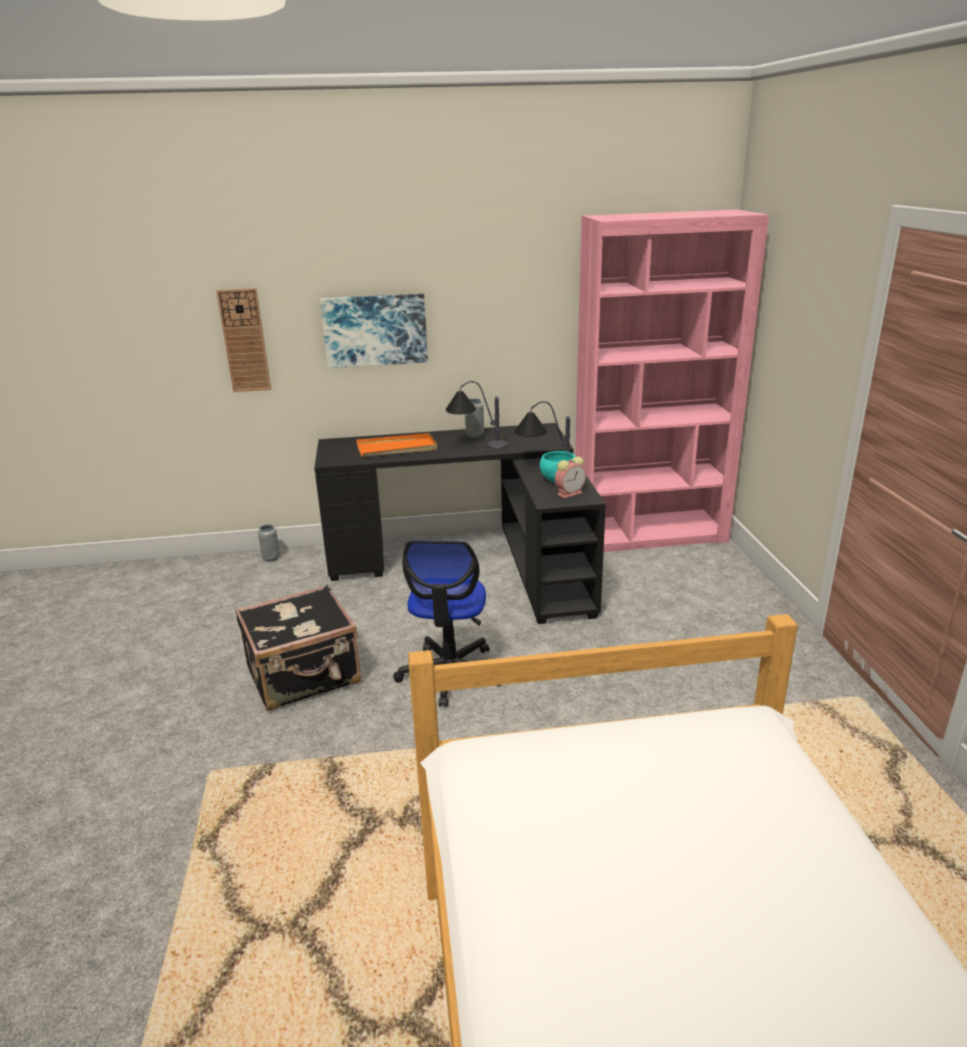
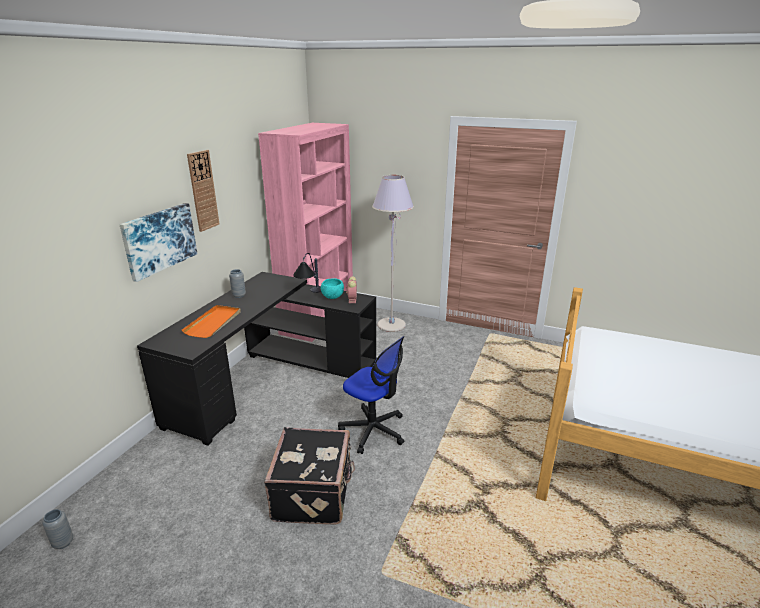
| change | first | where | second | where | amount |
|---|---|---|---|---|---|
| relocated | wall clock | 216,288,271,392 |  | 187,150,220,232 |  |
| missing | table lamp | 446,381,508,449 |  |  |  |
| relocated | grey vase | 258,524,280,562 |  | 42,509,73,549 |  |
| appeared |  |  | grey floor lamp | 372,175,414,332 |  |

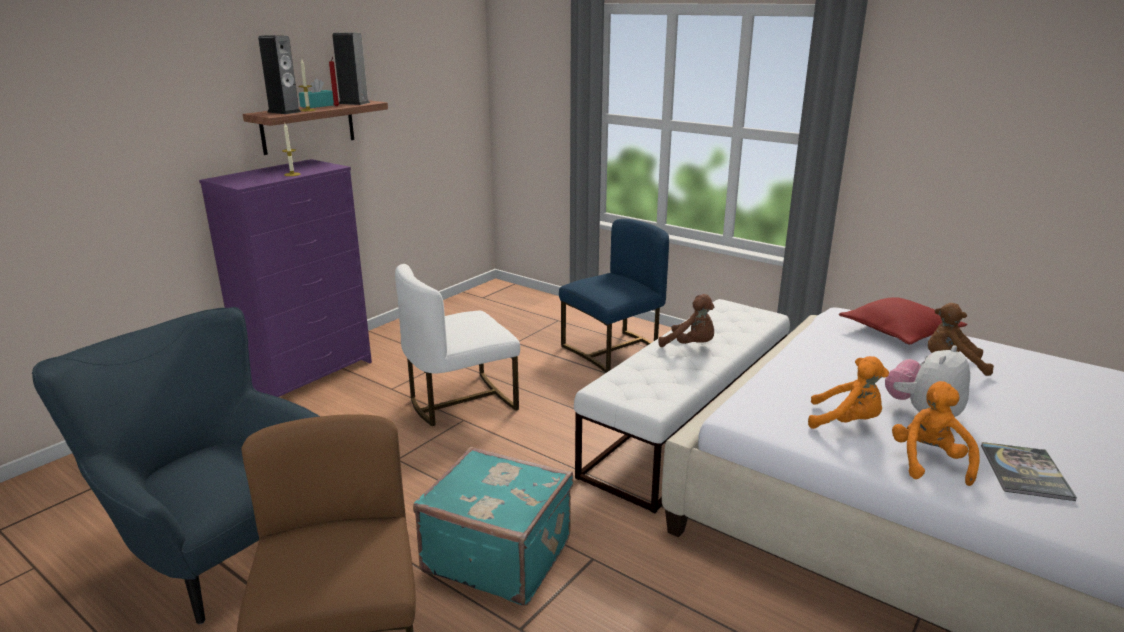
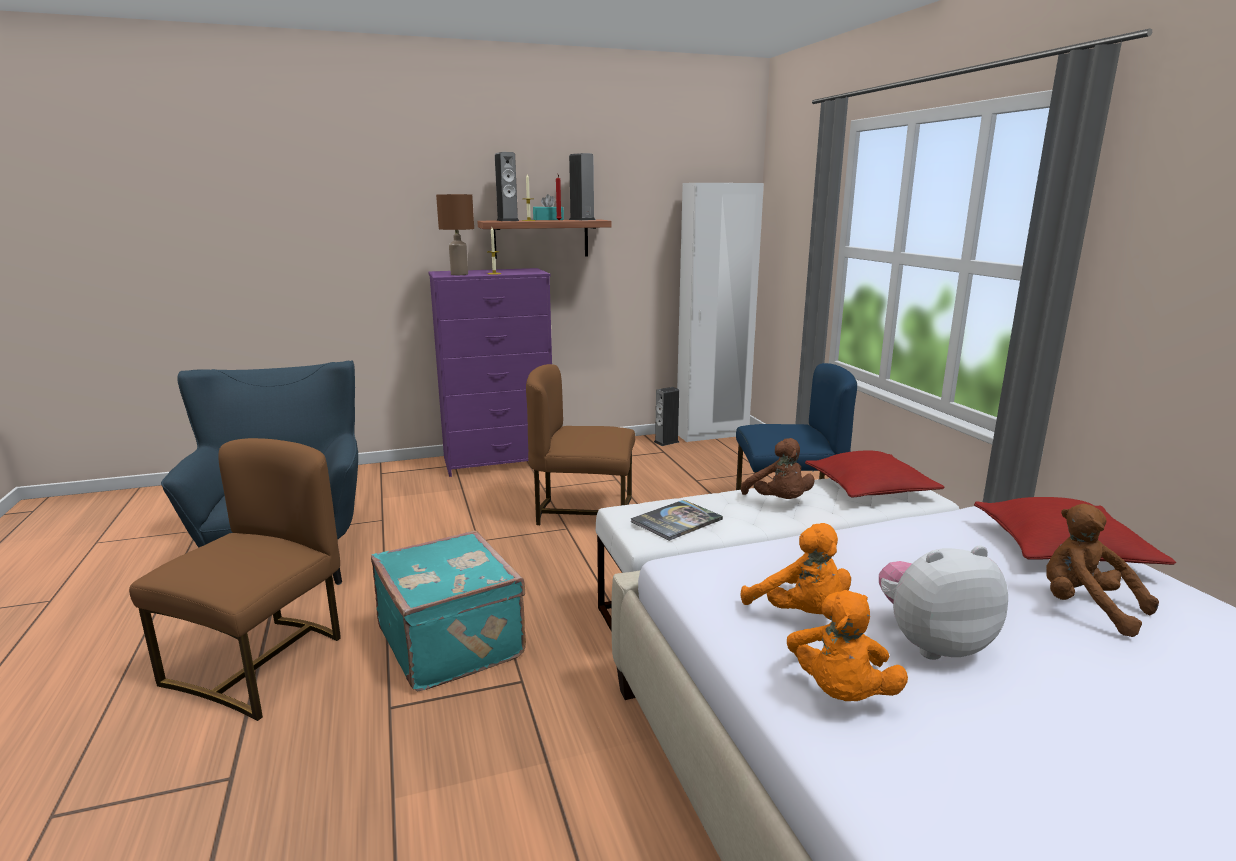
| change | first | where | second | where | amount |
|---|---|---|---|---|---|
| colour | white chair | 395,264,520,426 | brown chair | 526,364,635,525 |  |
| spun | orange plush toy | 892,381,980,486 |  | 787,590,908,701 | 150 degrees clockwise |
| relocated | book | 981,442,1077,501 |  | 630,500,723,541 |  |
| appeared |  |  | white wardrobe | 677,183,764,442 |  |
| appeared |  |  | brown table lamp | 436,194,474,275 |  |
| appeared |  |  | speaker | 654,387,679,446 |  |
| appeared |  |  | red pillow | 805,450,945,498 |  |

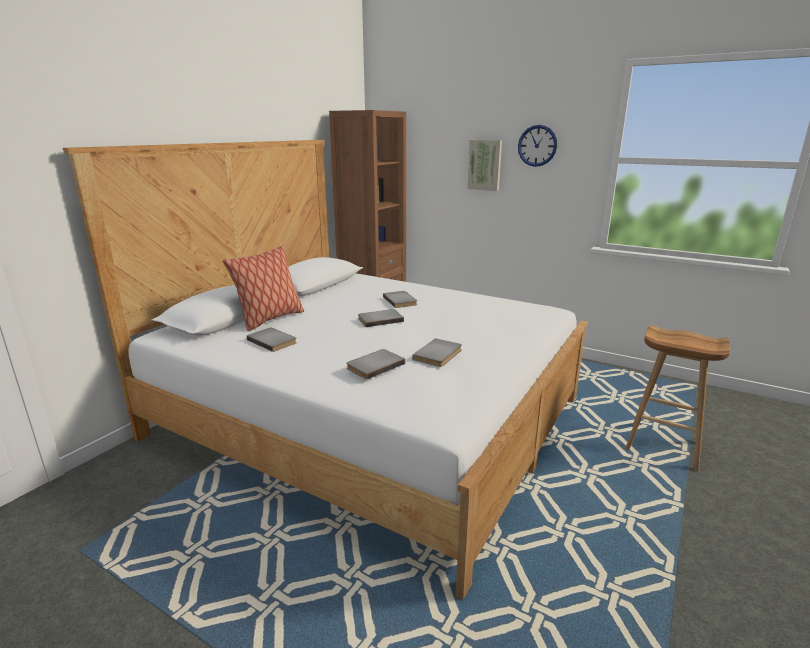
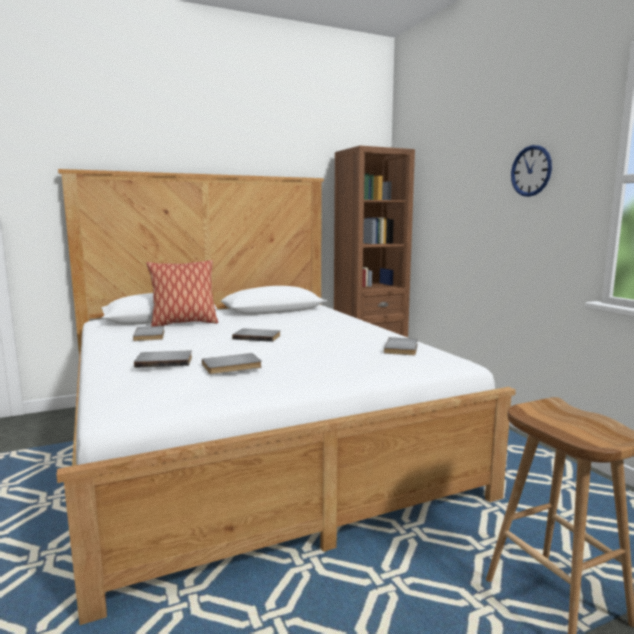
| change | first | where | second | where | amount |
|---|---|---|---|---|---|
| missing | picture | 467,140,502,191 |  |  |  |
| relocated | grey book | 383,291,417,308 |  | 384,337,418,355 |  |

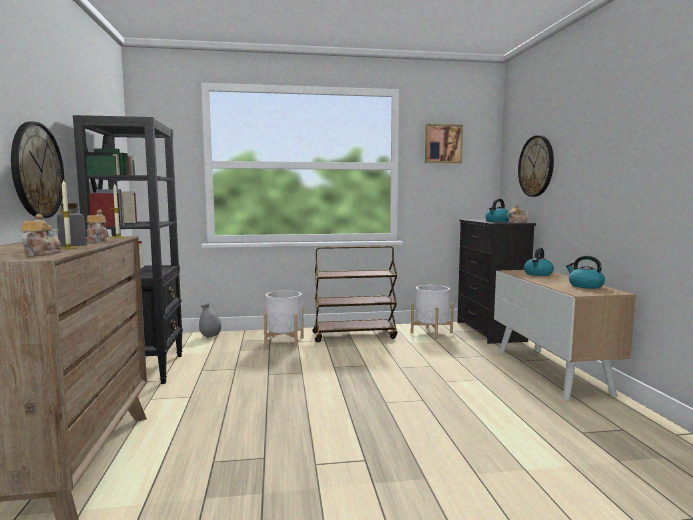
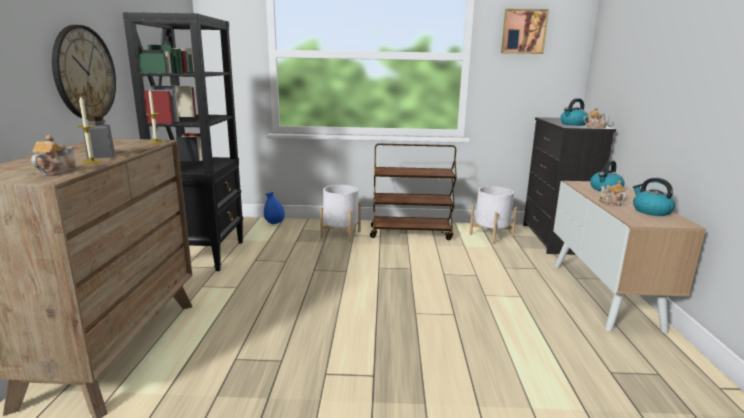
| change | first | where | second | where | amount |
|---|---|---|---|---|---|
| missing | wall clock | 518,135,554,197 |  |  |  |
| relocated | teapot | 87,210,108,242 |  | 599,180,627,206 |  |
| colour | grey vase | 199,303,221,337 | blue vase | 264,192,285,224 |  |

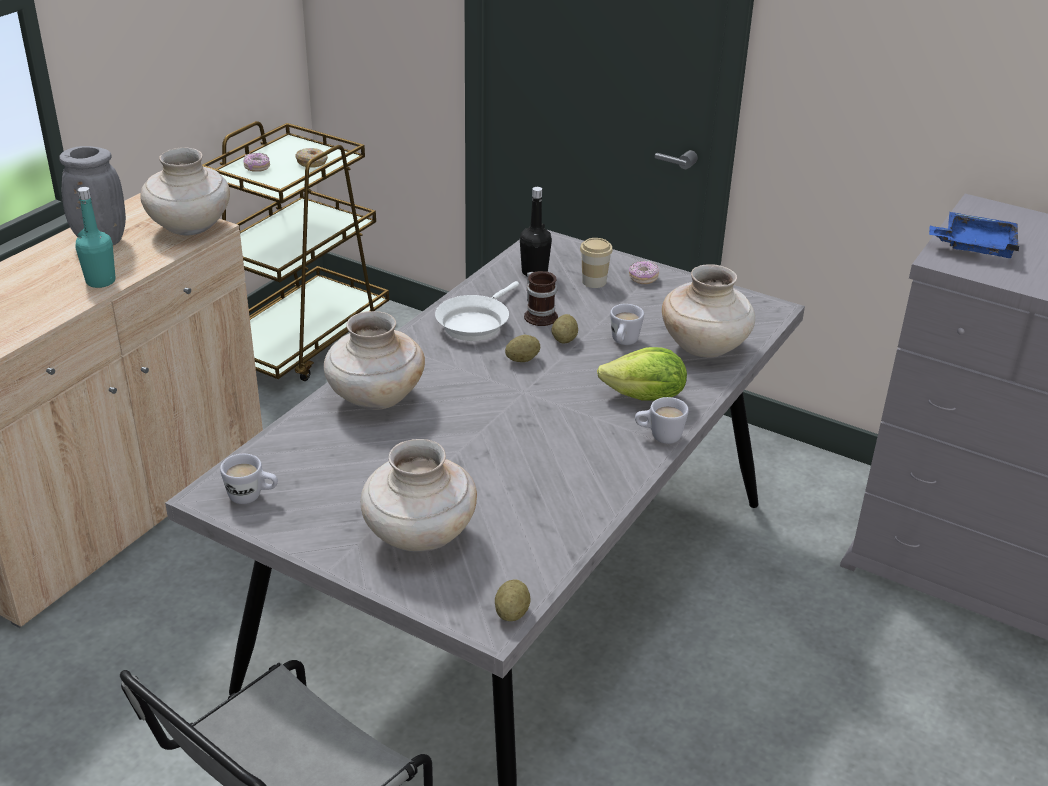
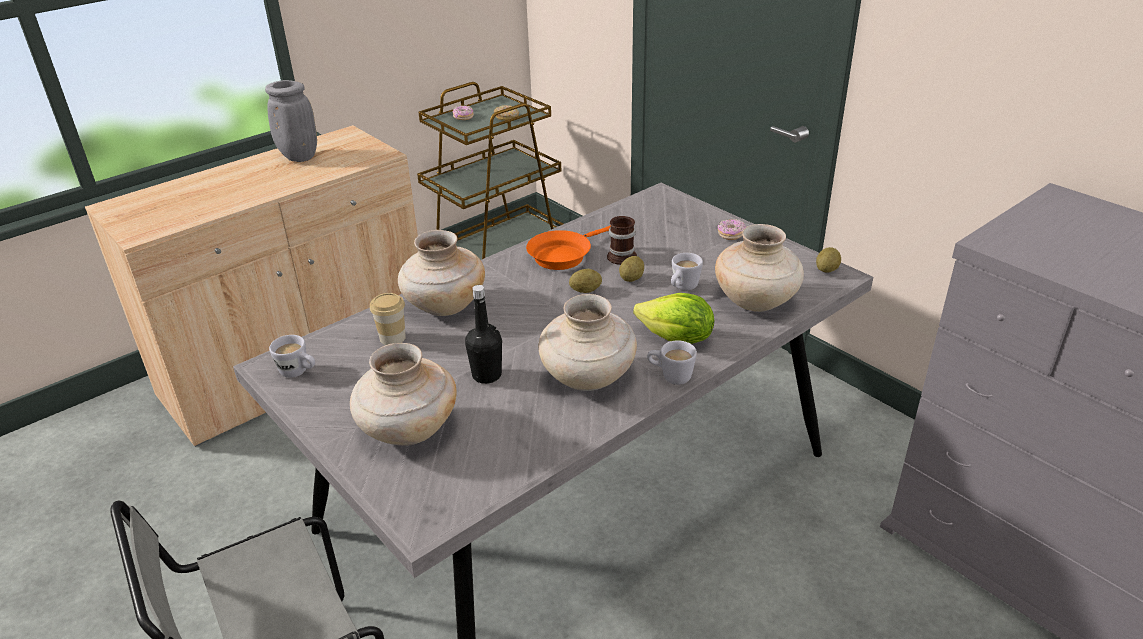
| change | first | where | second | where | amount |
|---|---|---|---|---|---|
| relocated | beige vase | 140,147,230,235 |  | 538,294,637,391 |  |
| missing | turquoise bottle | 75,187,115,288 |  |  |  |
| relocated | black bottle | 520,187,552,277 |  | 465,285,502,384 |  |
| missing | blue tray | 929,212,1019,258 |  |  |  |
| relocated | cup | 580,238,613,288 |  | 370,293,406,345 |  |
| colour | white frying pan | 435,281,519,341 | orange frying pan | 526,225,611,270 |  |
| relocated | potato | 495,579,531,621 |  | 816,247,841,272 |  |

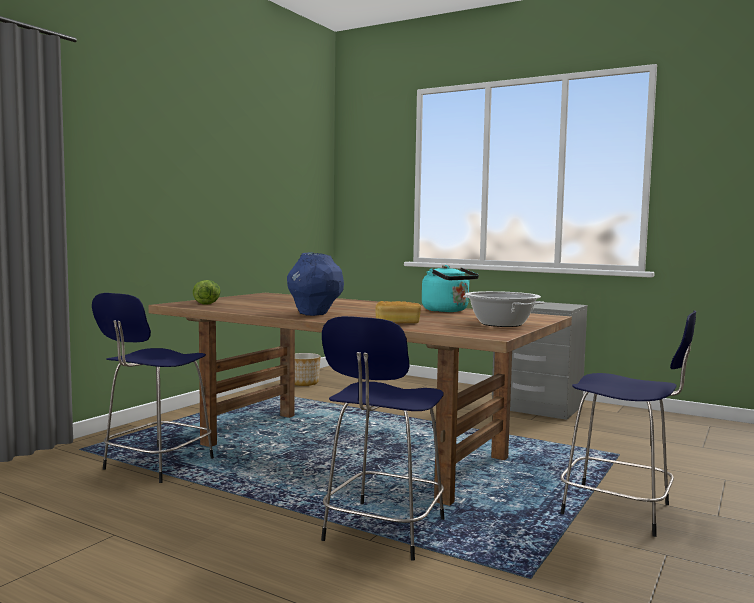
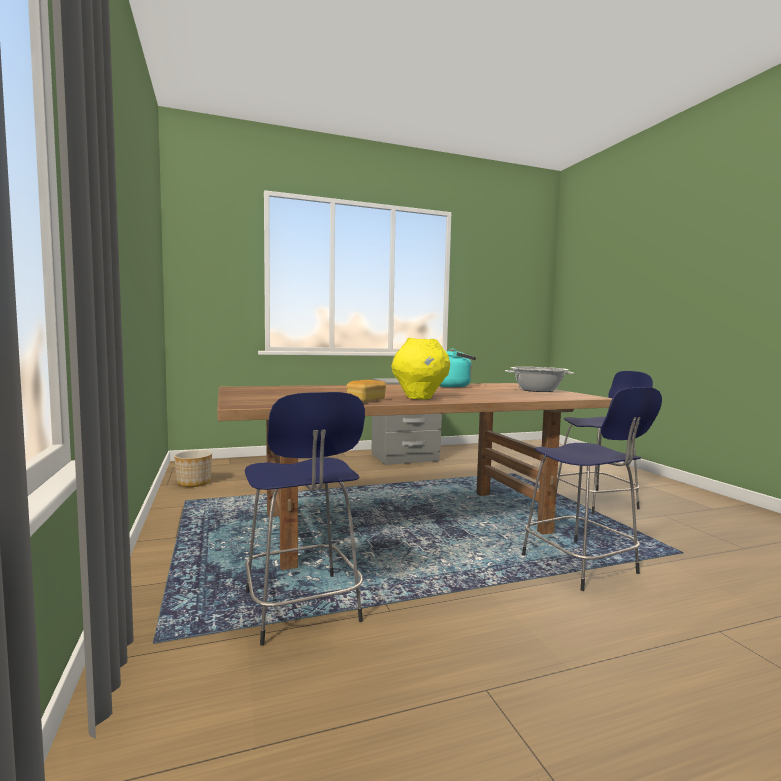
| change | first | where | second | where | amount |
|---|---|---|---|---|---|
| colour | blue vase | 287,253,344,316 | yellow vase | 392,338,450,400 |  |
| missing | lettuce | 193,280,221,305 |  |  |  |
| relocated | bread | 375,301,421,323 |  | 346,380,386,402 |  |

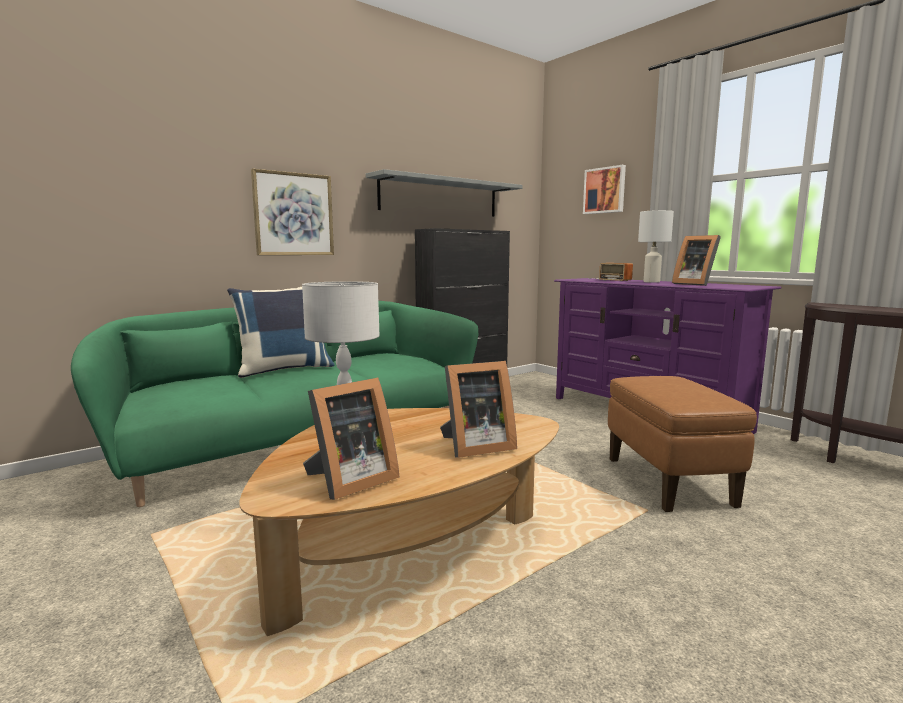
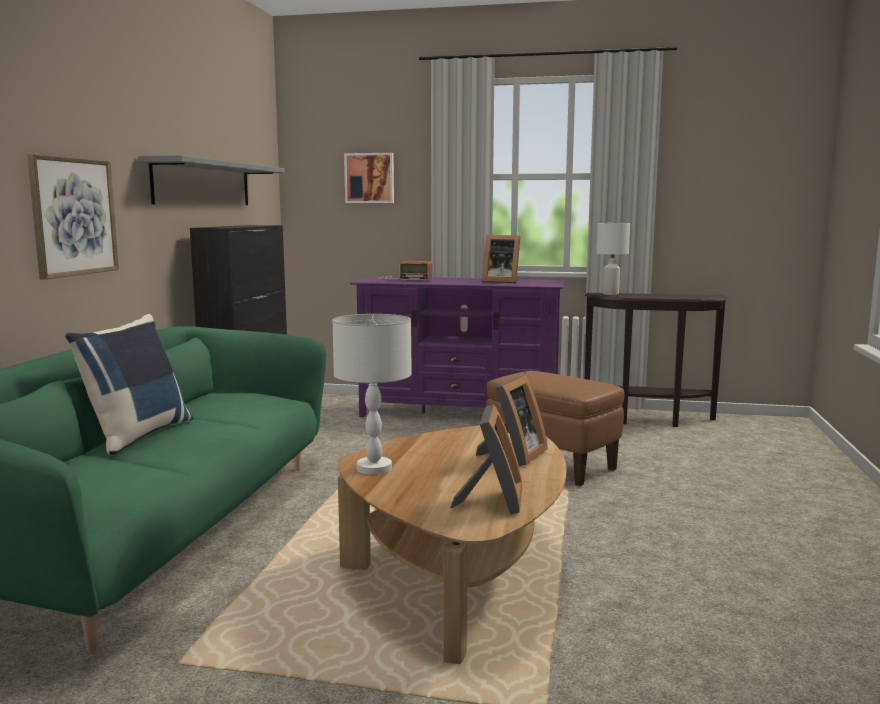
| change | first | where | second | where | amount |
|---|---|---|---|---|---|
| relocated | white table lamp | 638,210,674,283 |  | 596,223,630,295 |  |

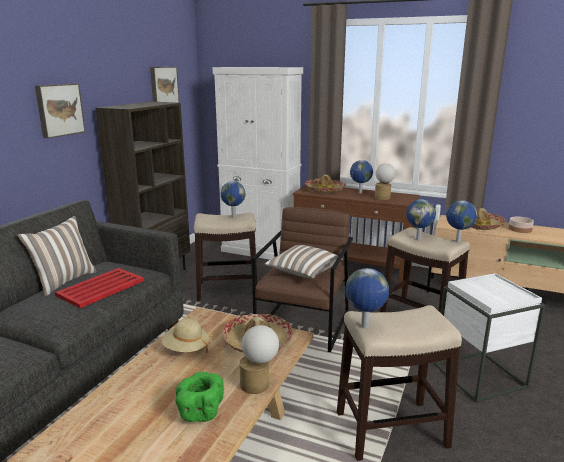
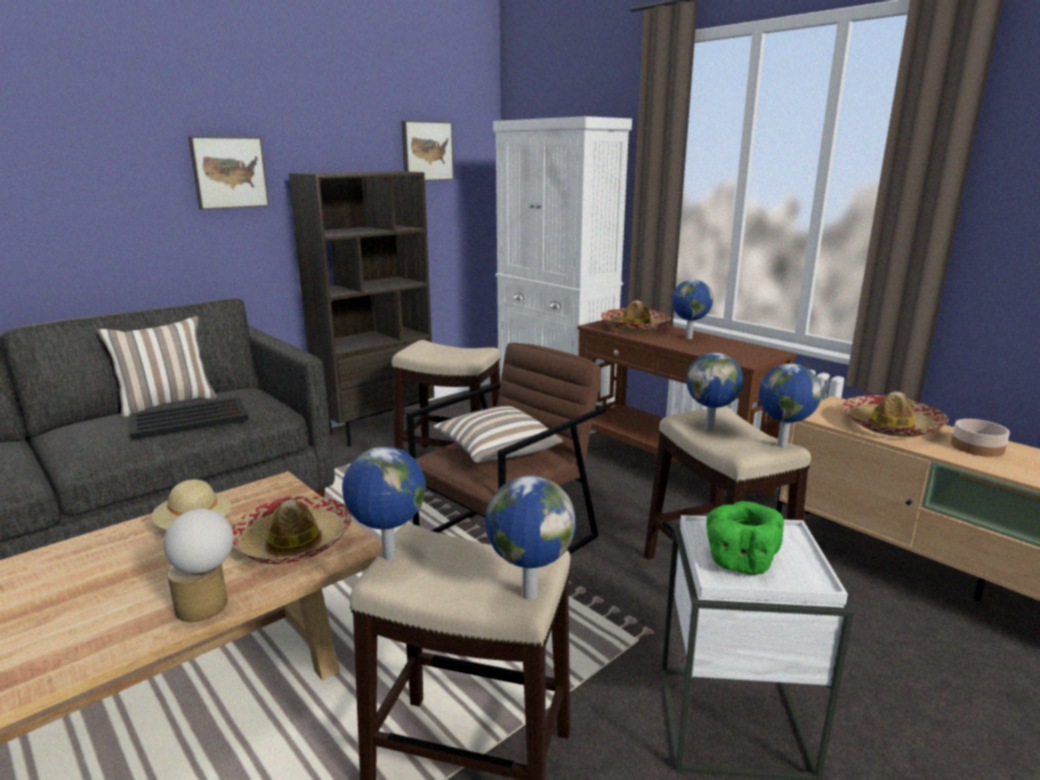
| change | first | where | second | where | amount |
|---|---|---|---|---|---|
| missing | table lamp | 375,163,396,200 |  |  |  |
| relocated | globe | 221,181,246,217 |  | 485,476,576,600 |  |
| colour | red tray | 55,268,144,308 | black tray | 130,397,249,440 |  |
| relocated | green bowl | 175,372,224,422 |  | 706,501,784,575 |  |

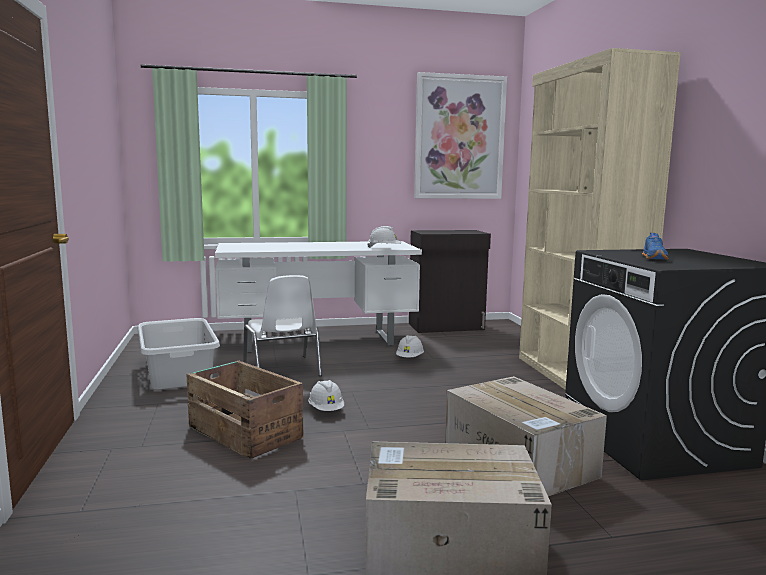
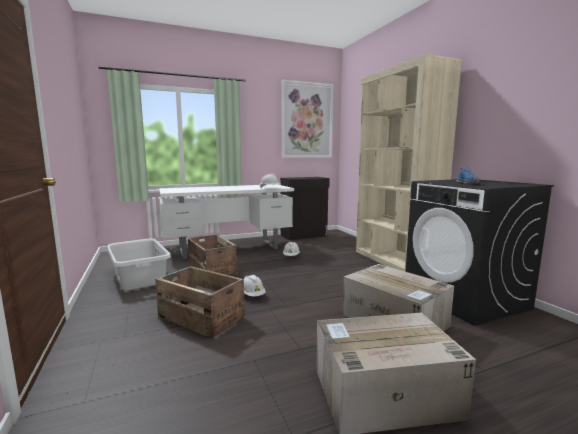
| change | first | where | second | where | amount |
|---|---|---|---|---|---|
| exchanged | white chair | 243,275,322,376 | crate | 188,234,238,275 |  |

